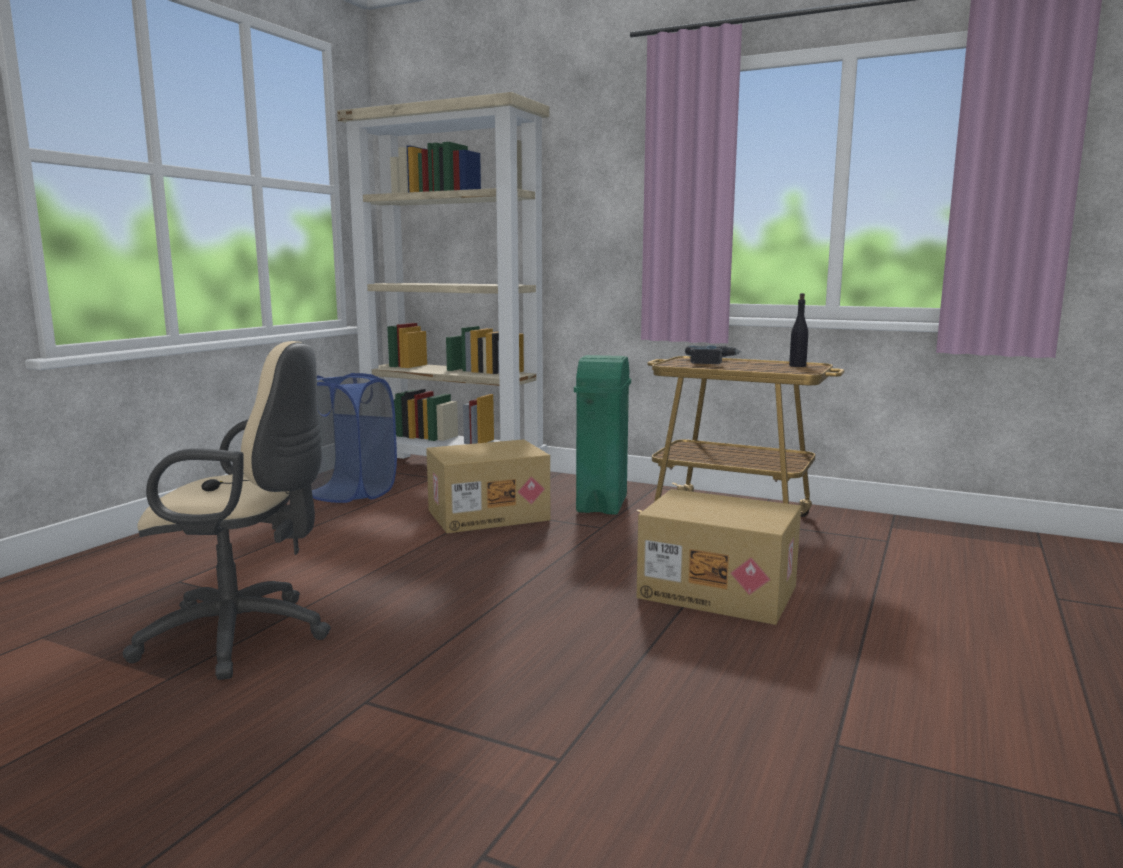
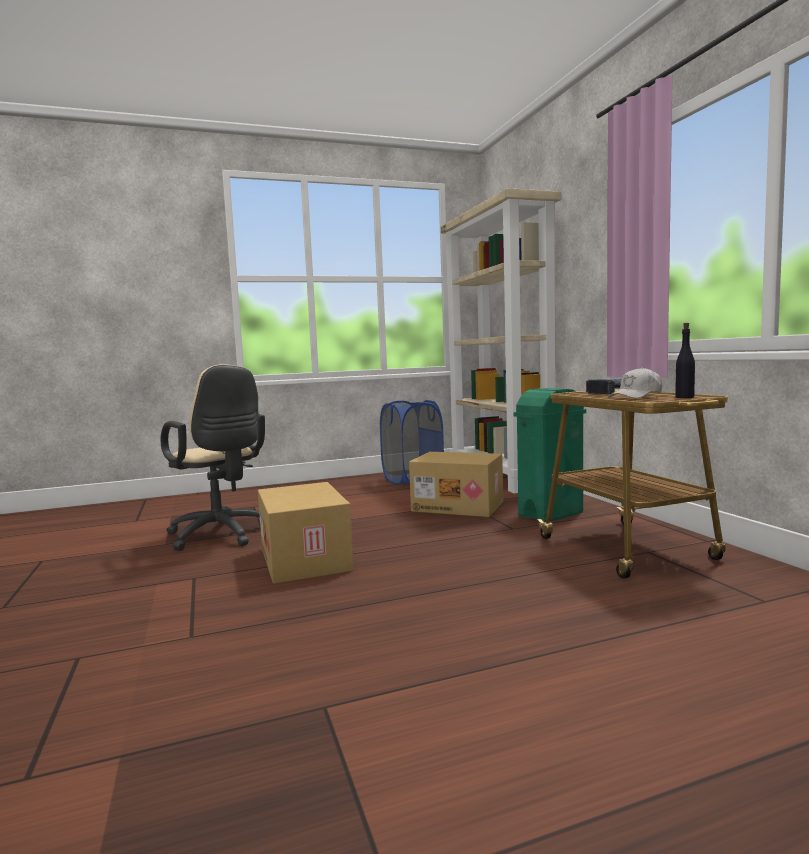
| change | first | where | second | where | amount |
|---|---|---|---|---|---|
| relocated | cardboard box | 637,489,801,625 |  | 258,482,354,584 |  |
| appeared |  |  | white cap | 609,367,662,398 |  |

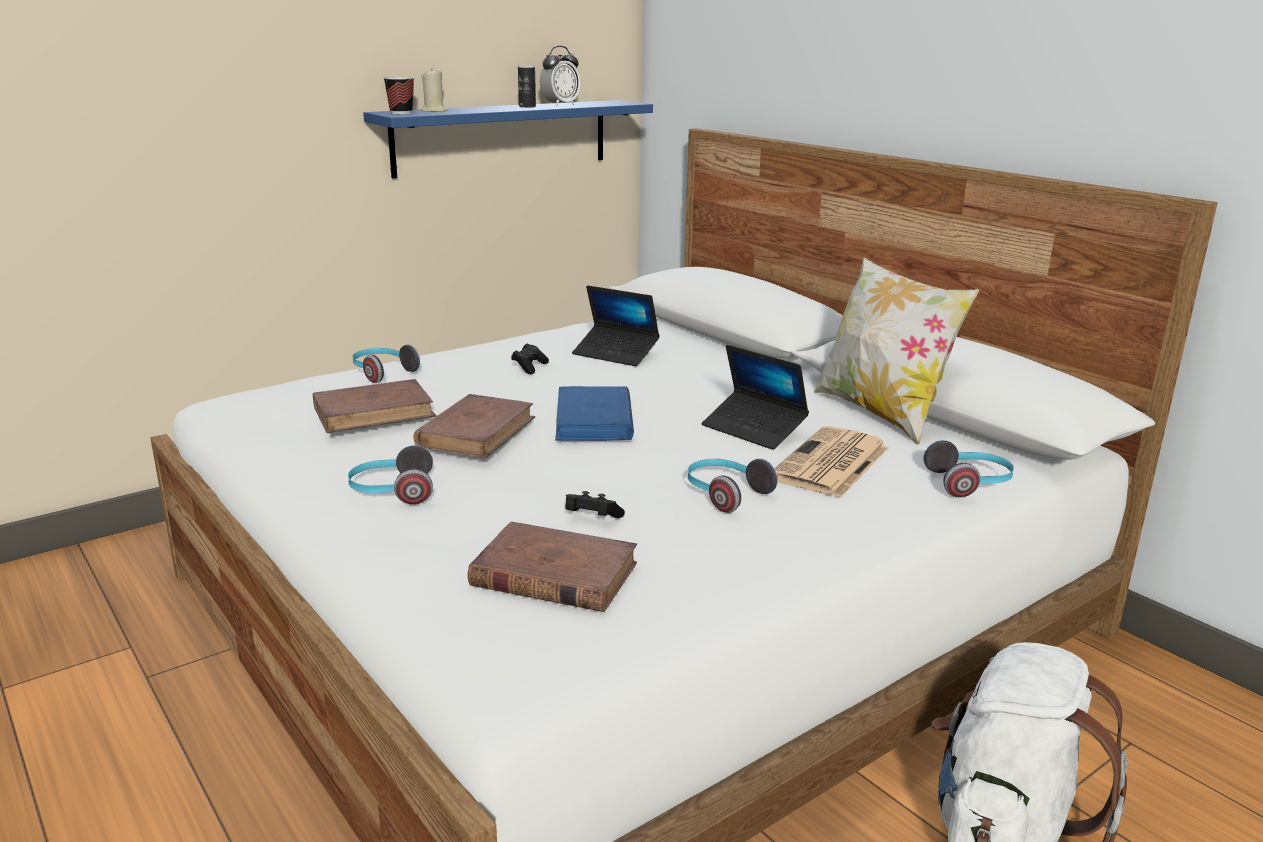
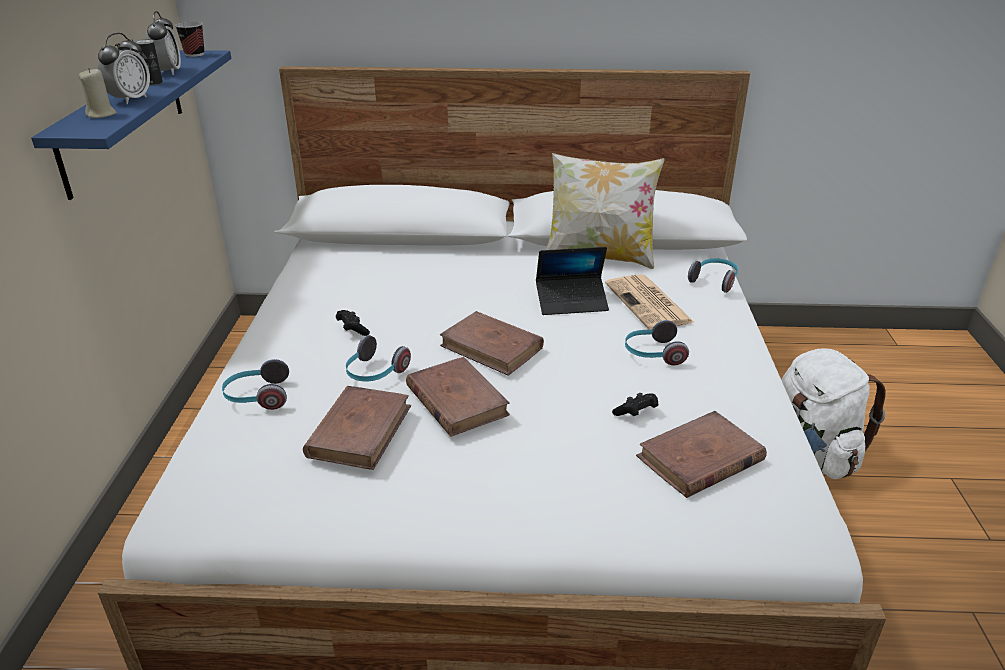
| change | first | where | second | where | amount |
|---|---|---|---|---|---|
| relocated | cup | 384,77,414,114 |  | 175,22,204,57 |  |
| missing | laptop | 572,285,660,366 |  |  |  |
| colour | blue book | 555,386,634,441 | brown book | 440,311,544,376 |  |
| relocated | headphones | 348,445,433,505 |  | 346,335,411,382 |  |
| appeared |  |  | alarm clock | 98,33,150,104 |  |

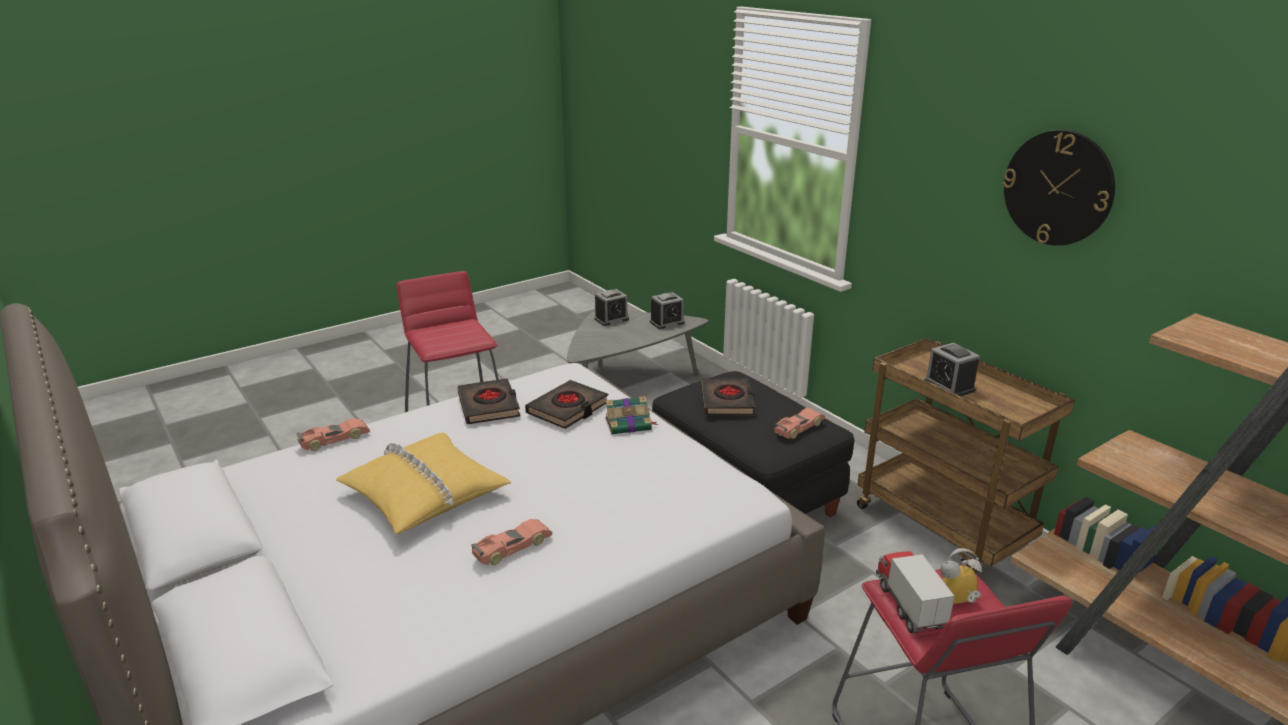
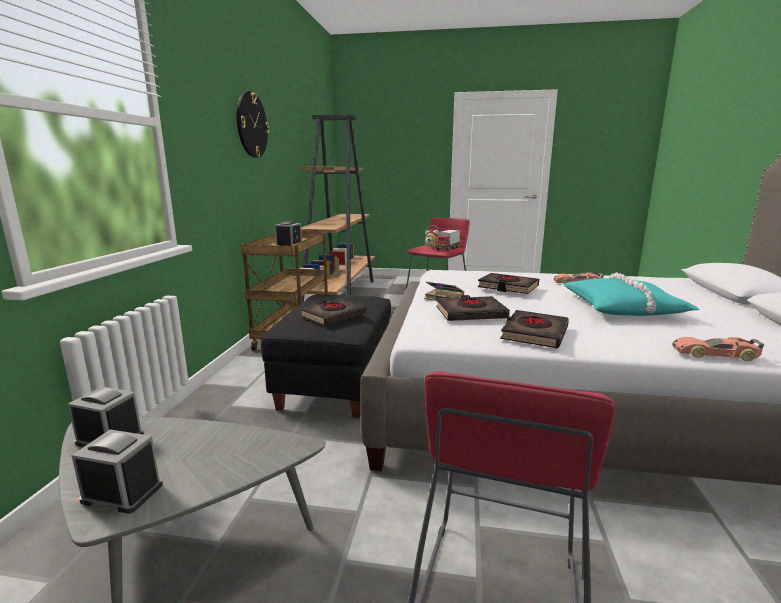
| change | first | where | second | where | amount |
|---|---|---|---|---|---|
| missing | toy car | 774,408,825,439 |  |  |  |
| colour | yellow pillow | 336,432,511,534 | turquoise pillow | 563,272,700,316 |  |
| appeared |  |  | black book | 478,273,539,294 |  |

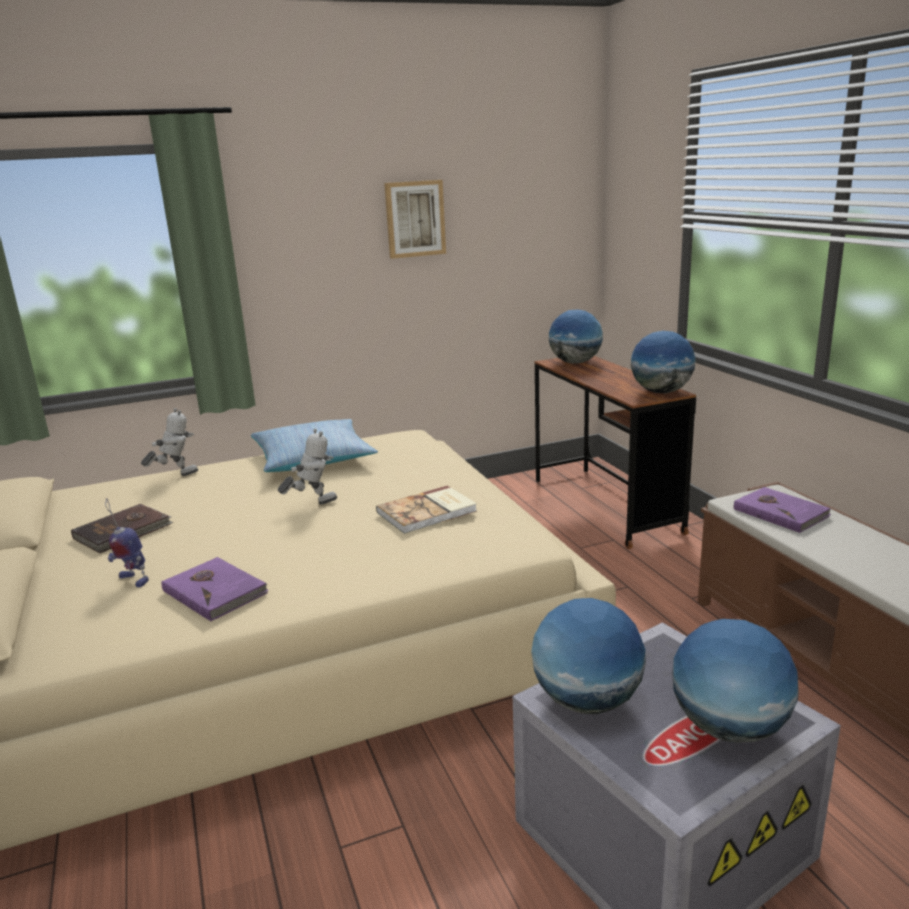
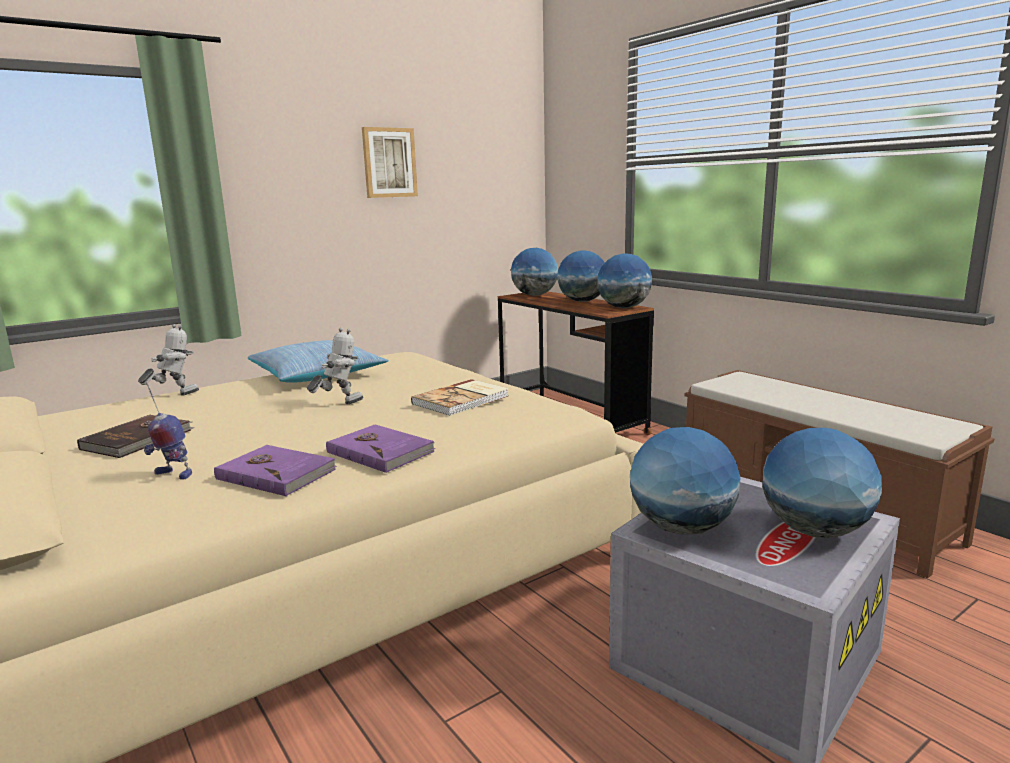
| change | first | where | second | where | amount |
|---|---|---|---|---|---|
| relocated | purple book | 734,487,831,533 |  | 326,424,436,473 |  |
| appeared |  |  | globe | 557,250,605,302 |  |

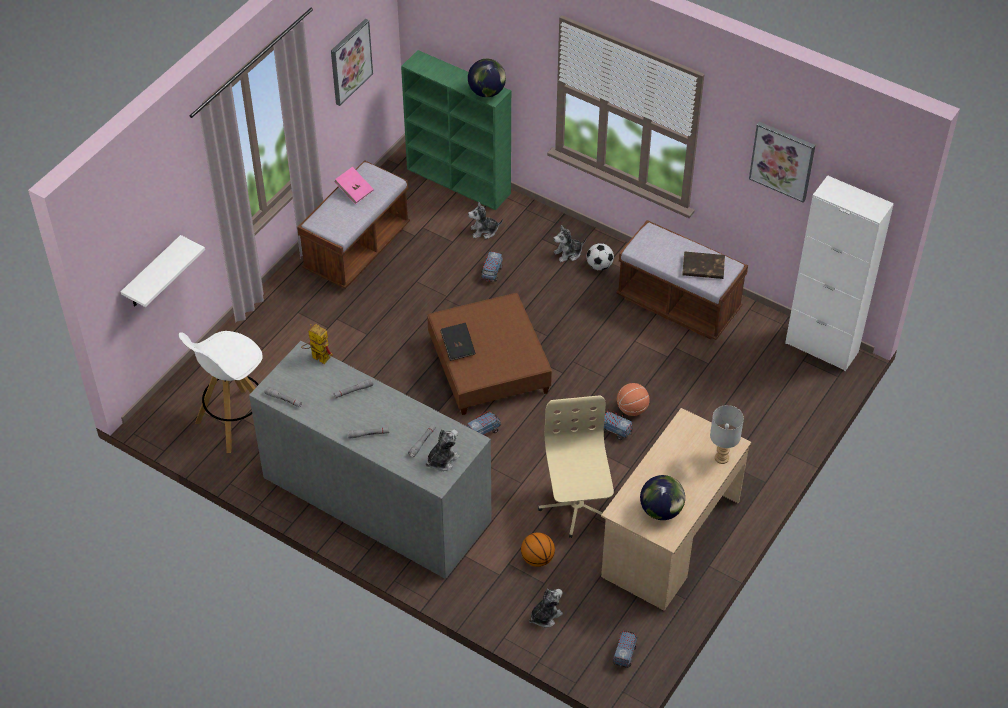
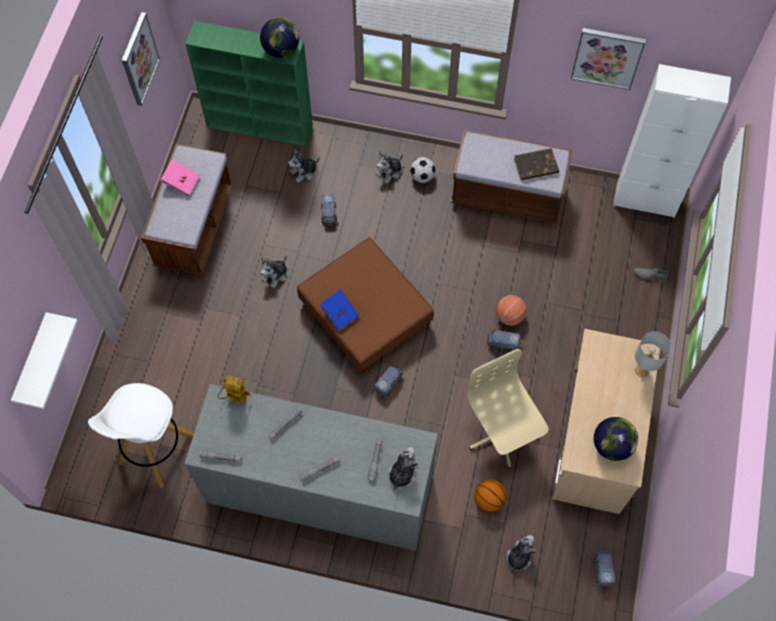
| change | first | where | second | where | amount |
|---|---|---|---|---|---|
| colour | black book | 440,323,476,361 | blue book | 319,289,359,331 |  |
| appeared |  |  | plush toy | 260,256,287,288 |  |
| appeared |  |  | grey shoe | 634,268,669,282 |  |

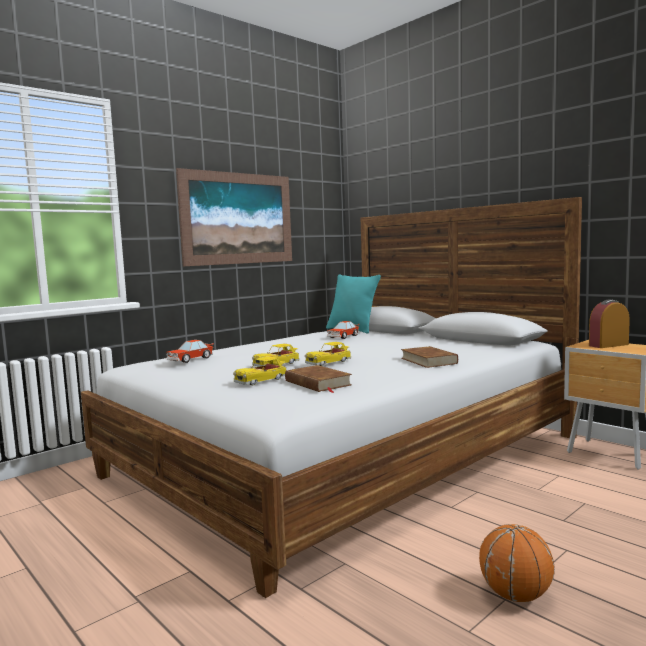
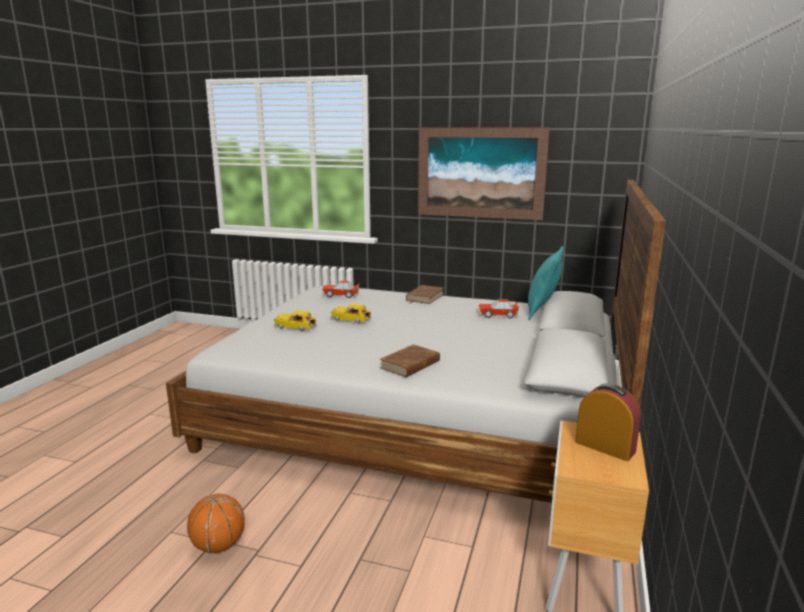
| change | first | where | second | where | amount |
|---|---|---|---|---|---|
| missing | toy car | 305,342,351,366 |  |  |  |
| relocated | brown book | 285,365,352,393 |  | 406,285,444,304 |  |

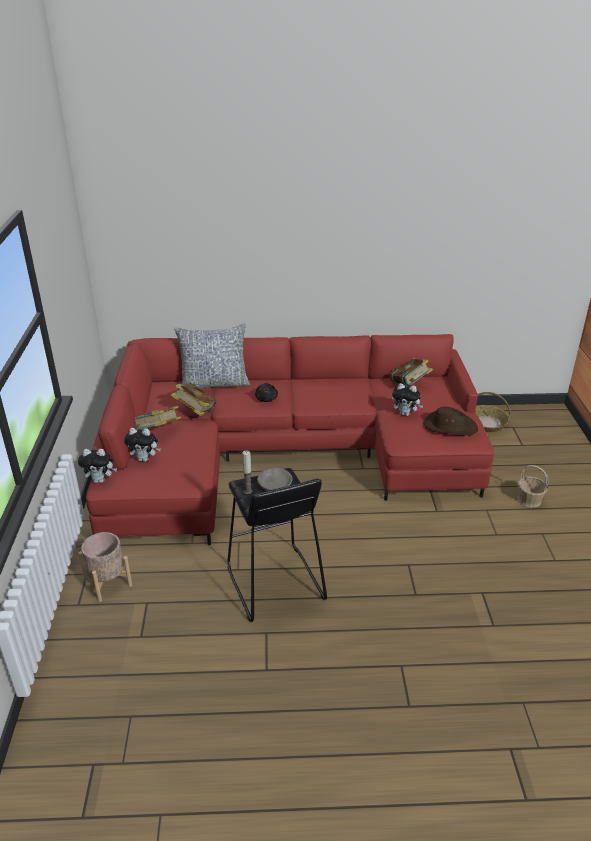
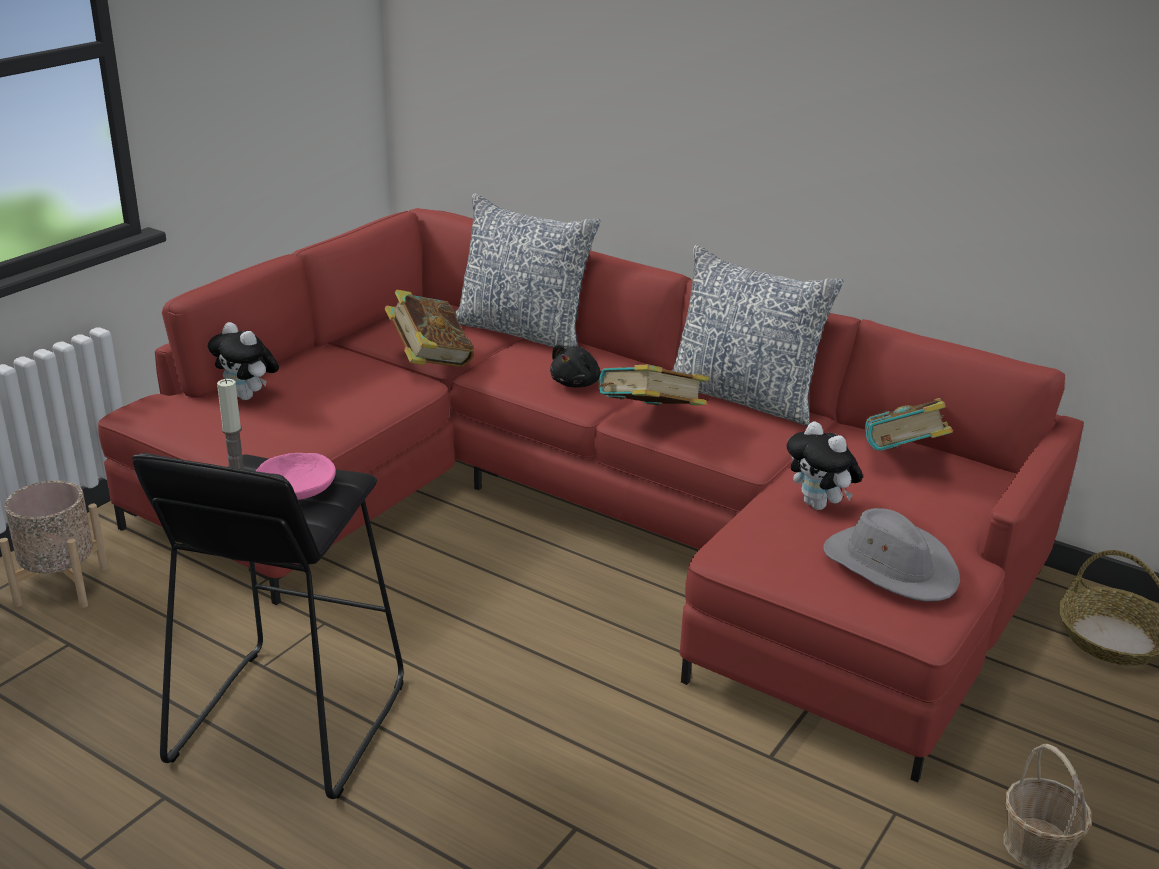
| change | first | where | second | where | amount |
|---|---|---|---|---|---|
| relocated | book | 135,406,181,430 |  | 598,365,709,406 |  |
| colour | brown hat | 424,407,478,436 | grey hat | 823,508,960,601 |  |
| missing | plush toy | 78,449,117,483 |  |  |  |
| colour | grey bowl | 257,468,293,491 | pink bowl | 256,453,336,500 |  |
| appeared |  |  | pillow | 671,245,844,426 |  |

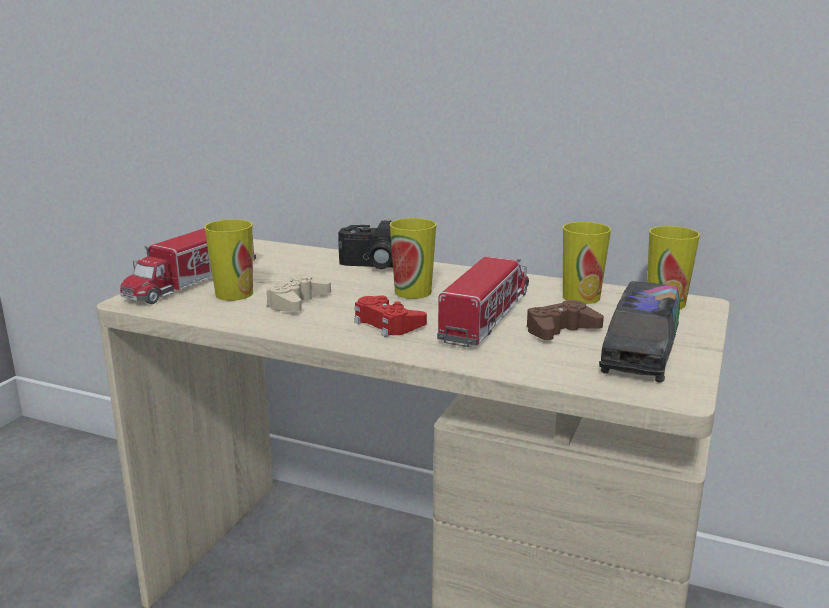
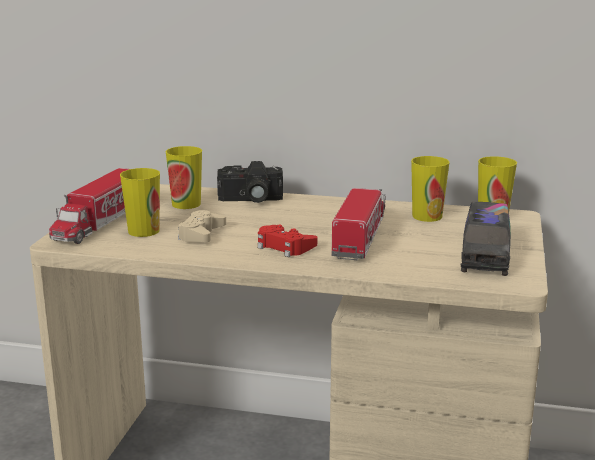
| change | first | where | second | where | amount |
|---|---|---|---|---|---|
| relocated | cup | 390,218,437,299 |  | 166,146,202,209 |  |
| missing | brown game controller | 527,300,604,340 |  |  |  |

